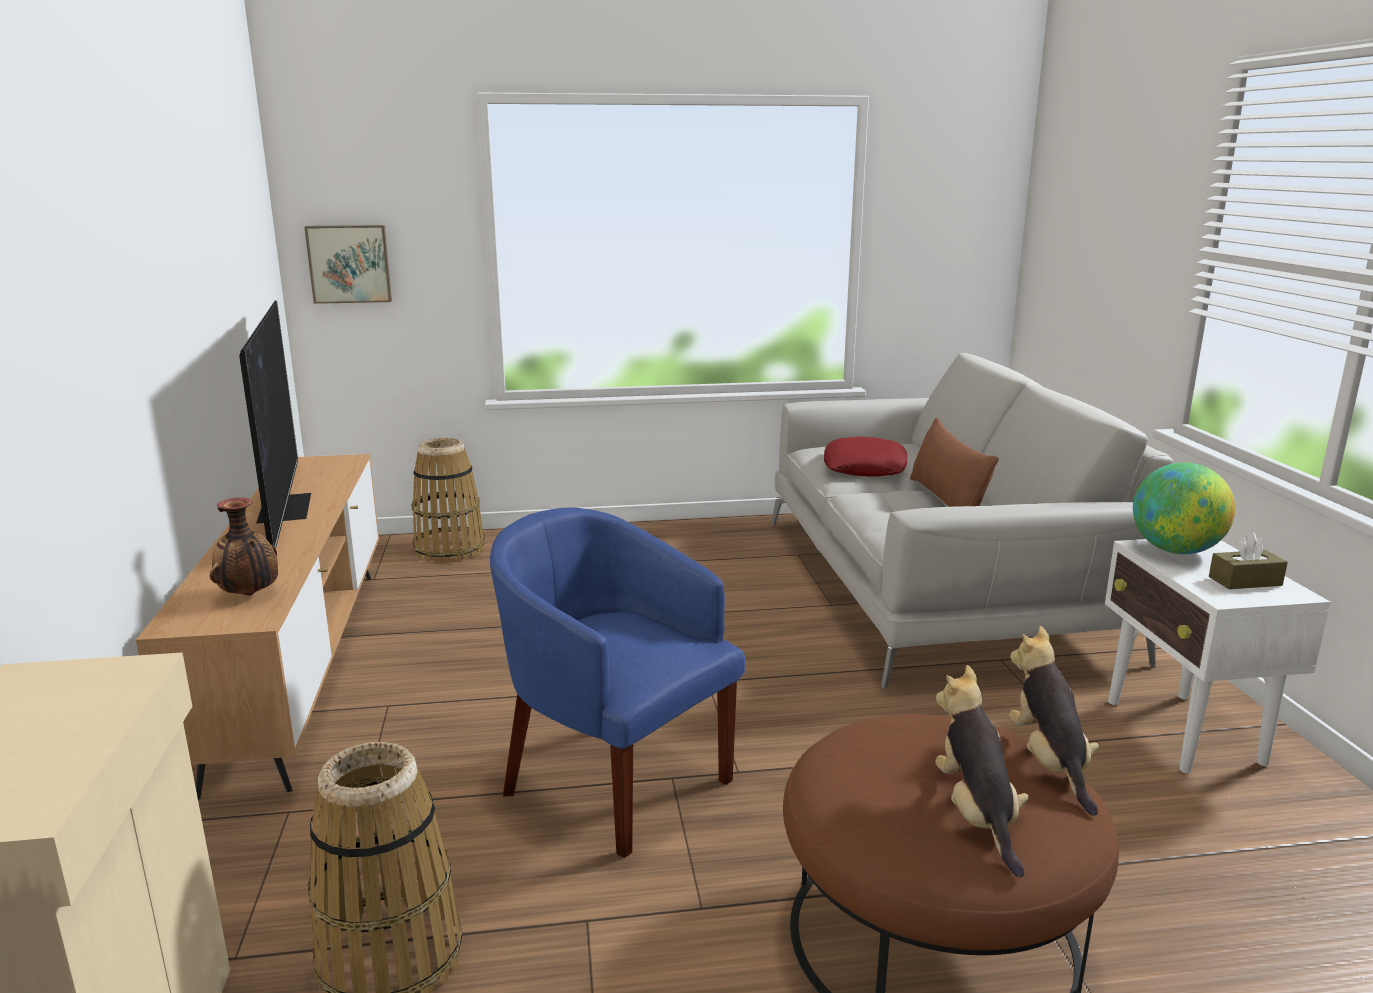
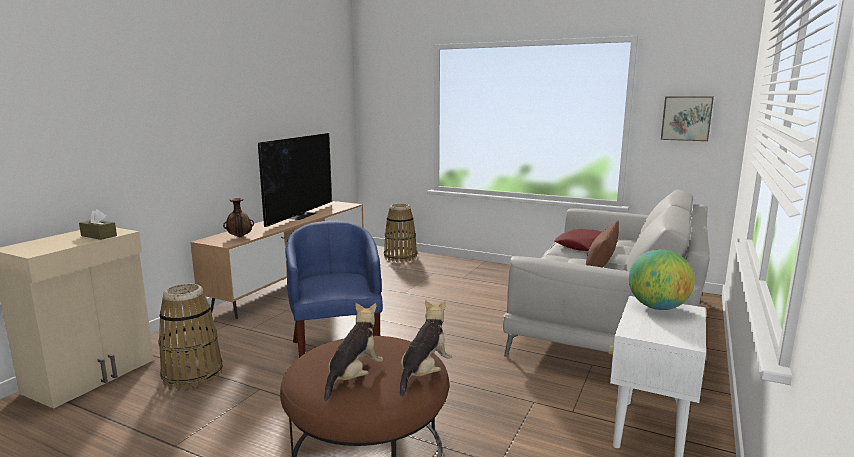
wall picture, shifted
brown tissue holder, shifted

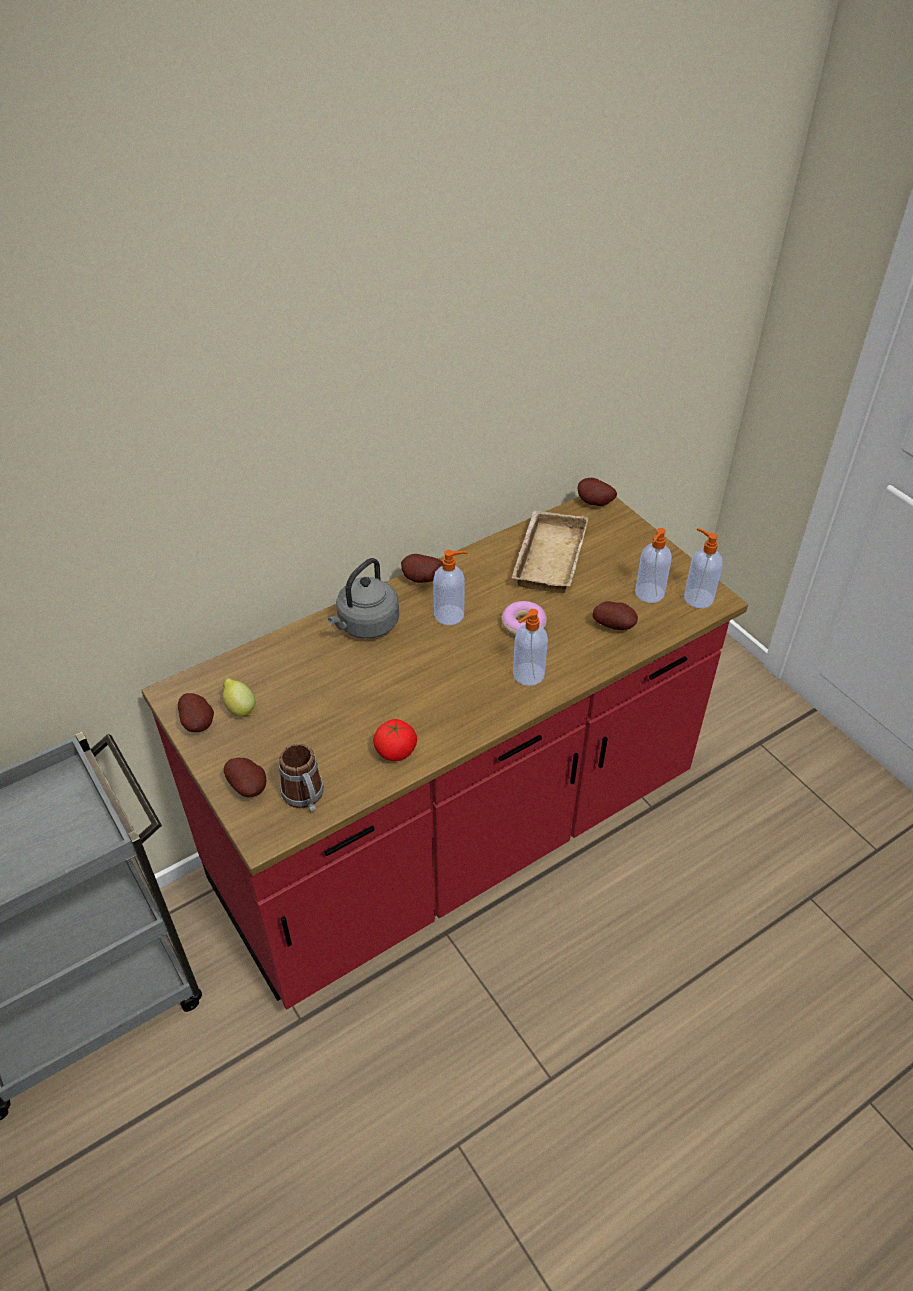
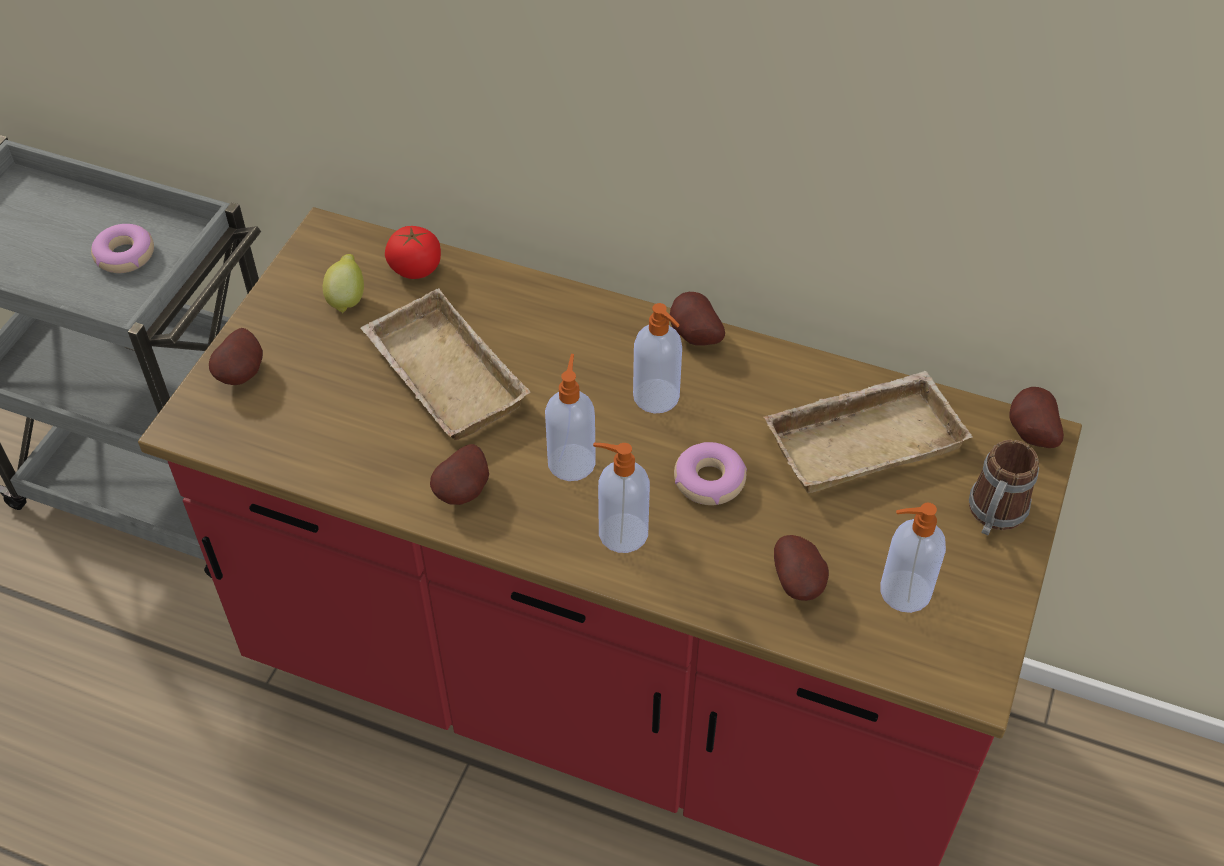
whole potato (no. 1 from left in the first image) -> whole potato (no. 2 from left), shifted
tea mug, shifted
gray tea kettle -> none
tomato, shifted
liquid soap bottle (no. 4 from left in the first image) -> liquid soap bottle (no. 1 from left), shifted
none -> donut (no. 1 from left)
none -> beige carrying tray (no. 1 from left)

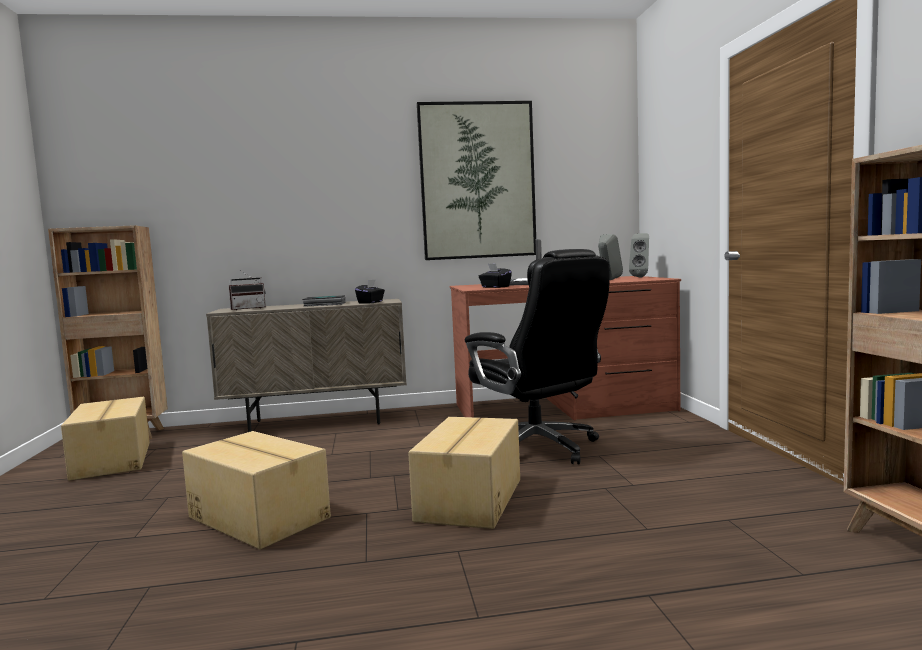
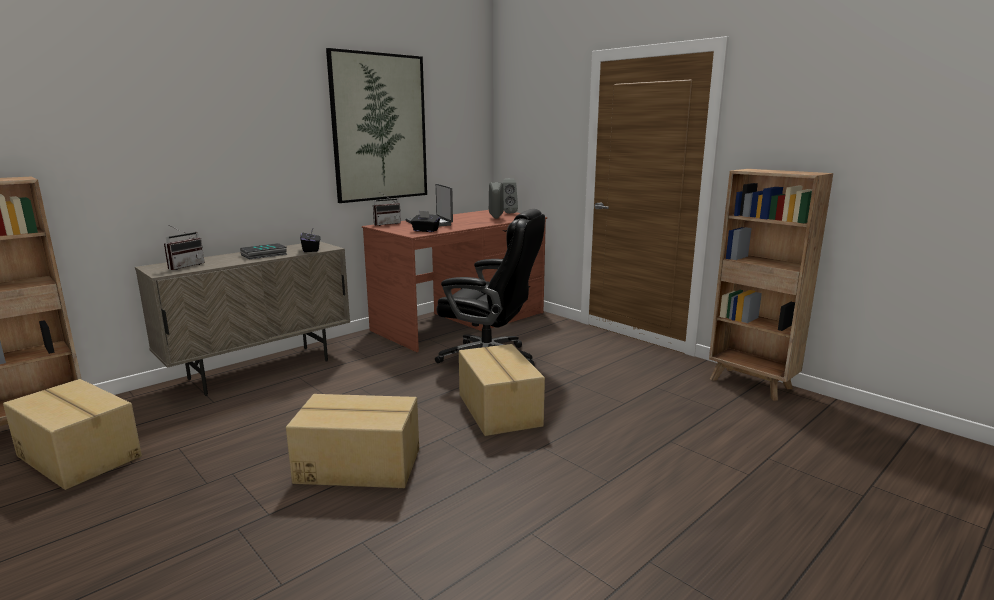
none -> radio (no. 2 from left)

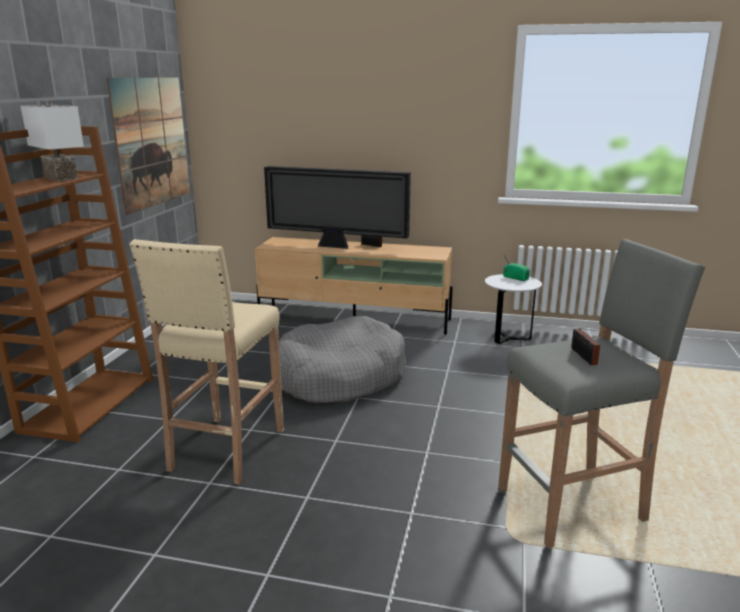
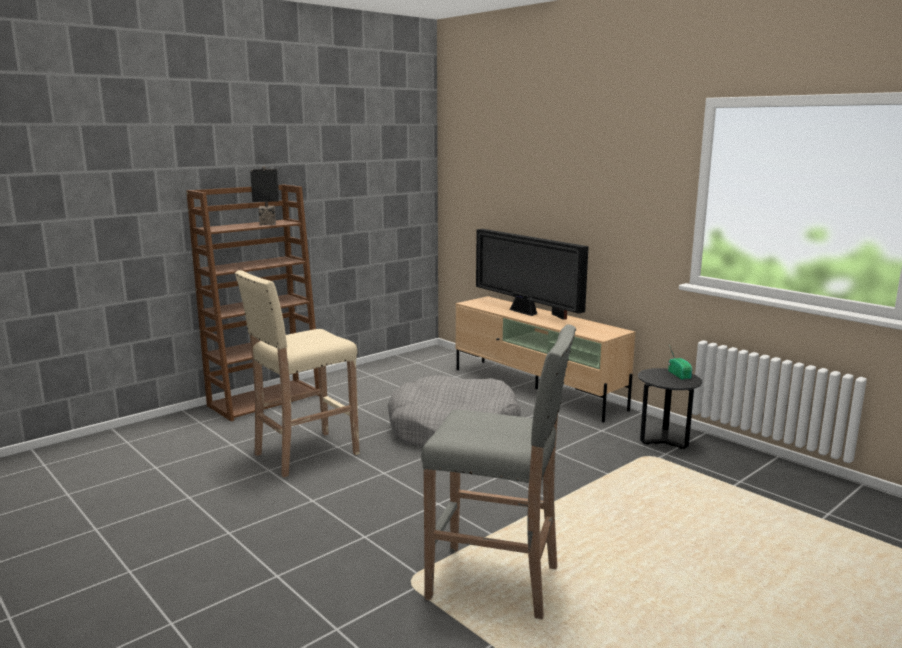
white tabletop lamp -> black tabletop lamp
wall picture -> none
white side table -> black side table
radio (no. 3 from left) -> none

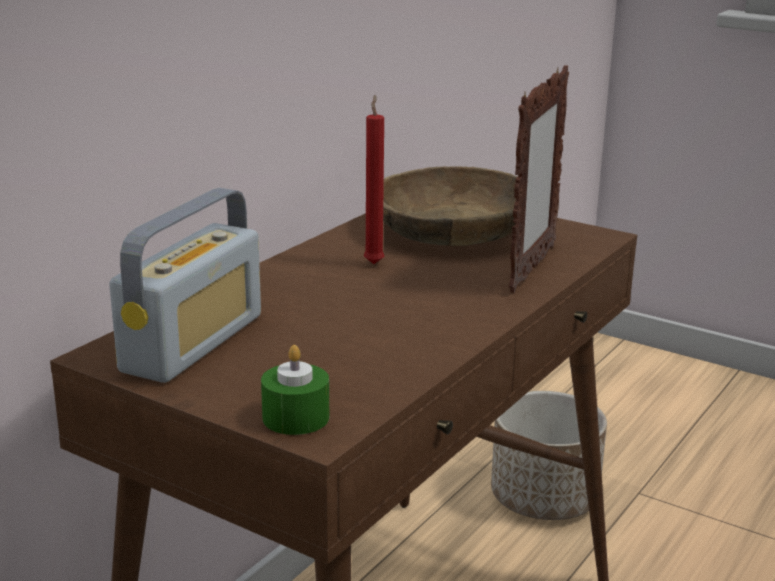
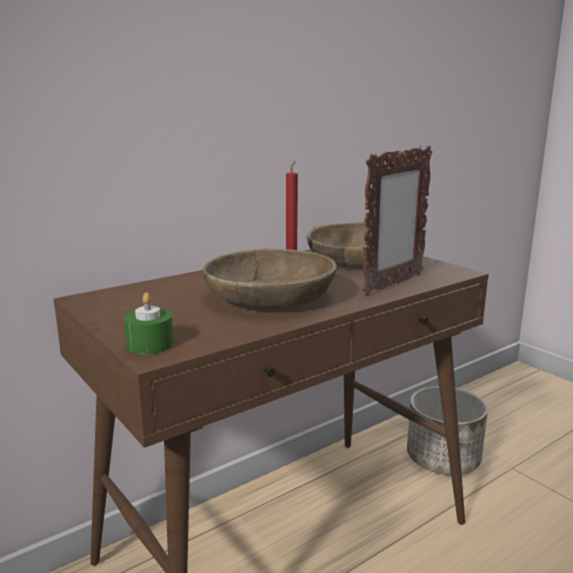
radio -> none
none -> brown bowl (no. 1 from left)

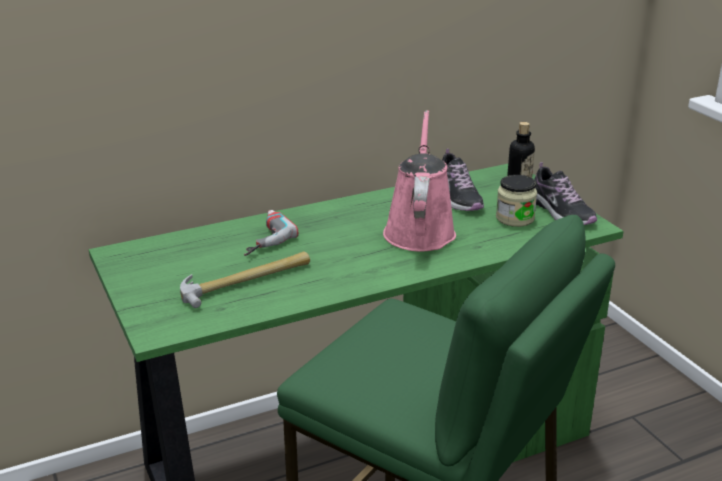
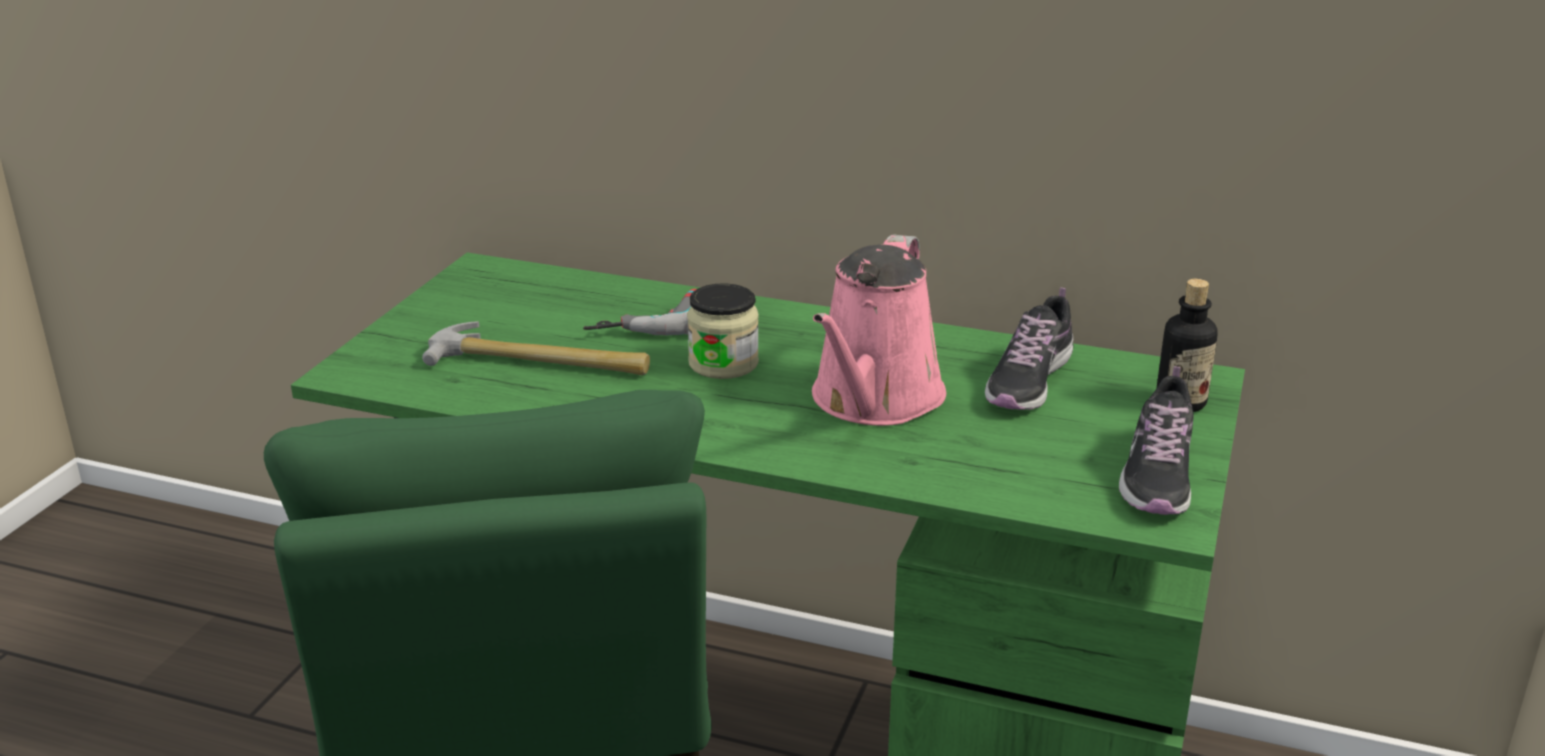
pink-coloured sprinkling can, 150 degrees clockwise
storage jar, shifted

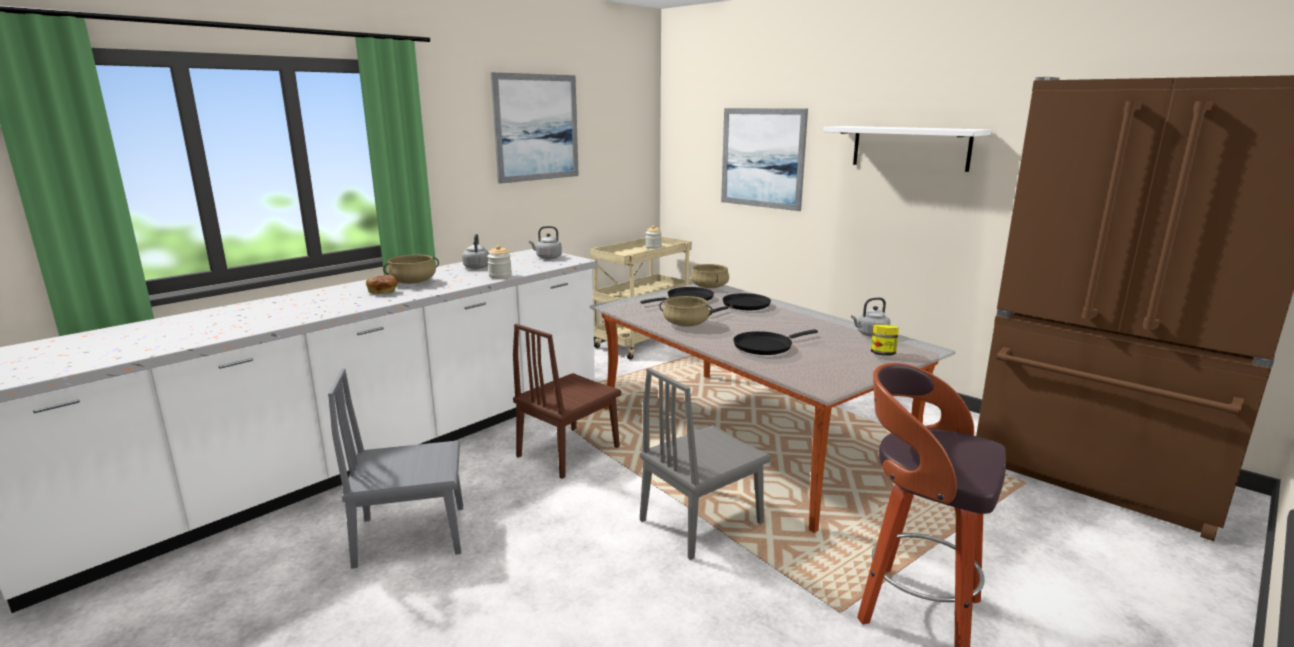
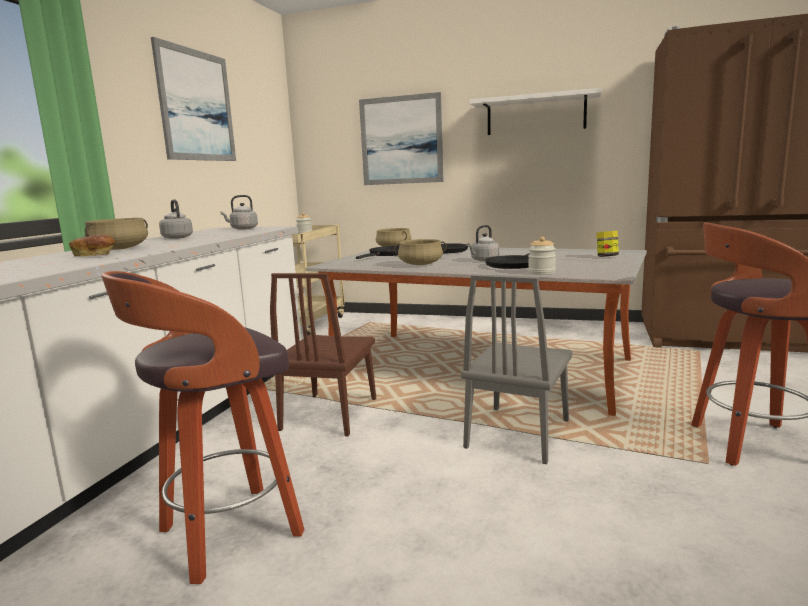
gray plain chair (no. 1 from left) -> stool (no. 1 from left)
storage jar (no. 1 from left in the first image) -> storage jar (no. 2 from left), shifted
gray tea kettle (no. 3 from left), shifted

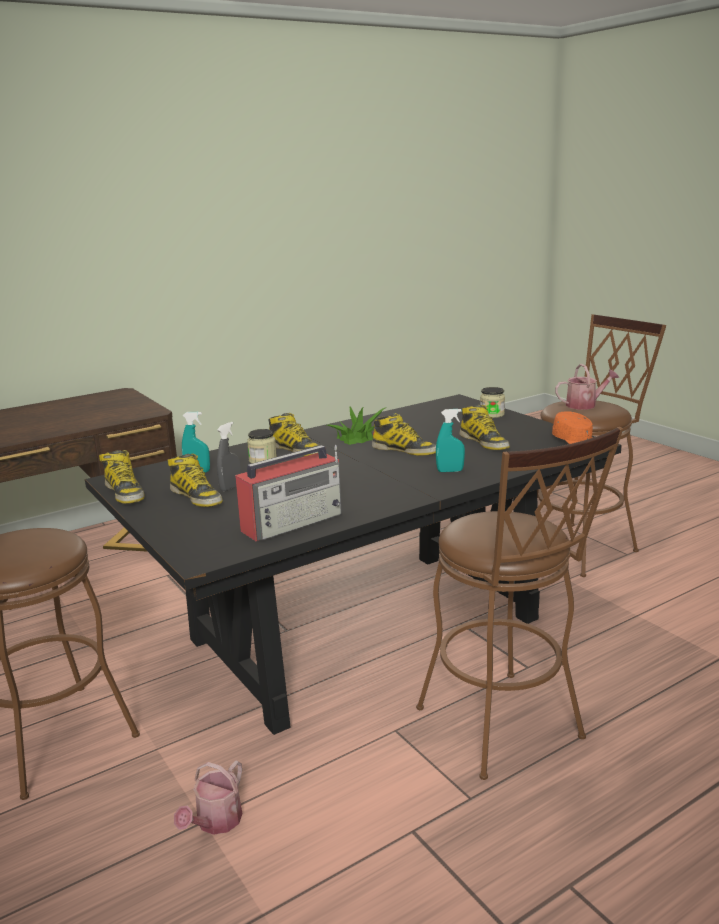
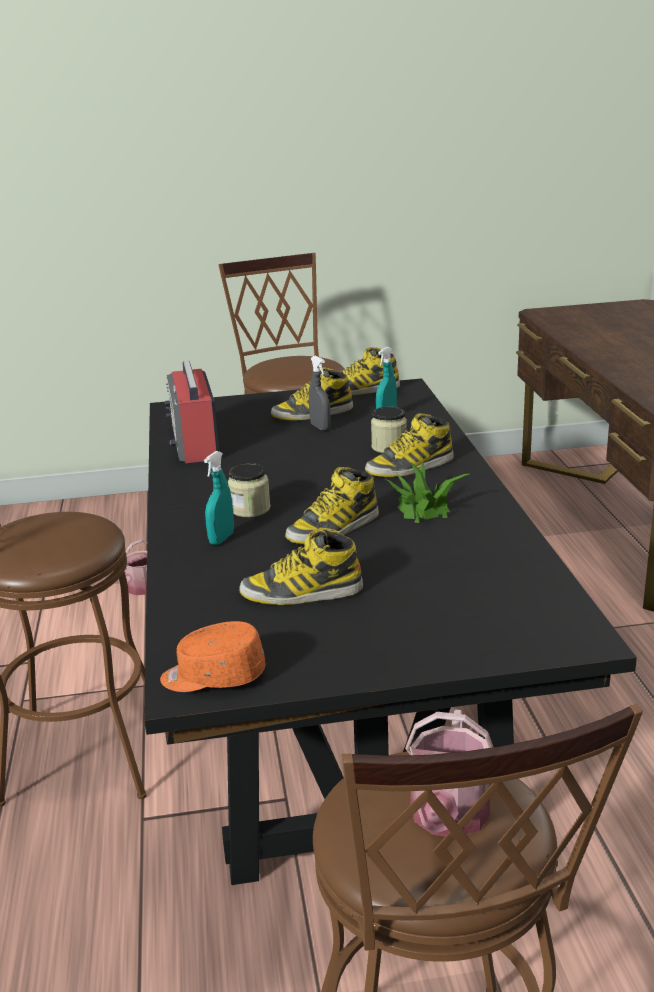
storage jar (no. 2 from left in the first image) -> storage jar (no. 1 from left), shifted

